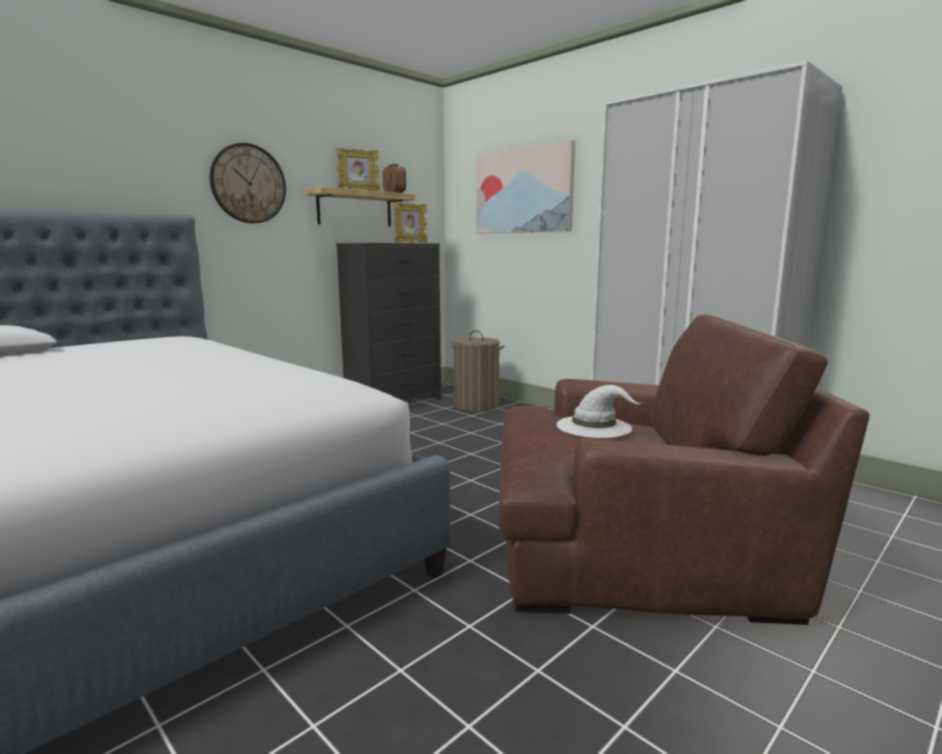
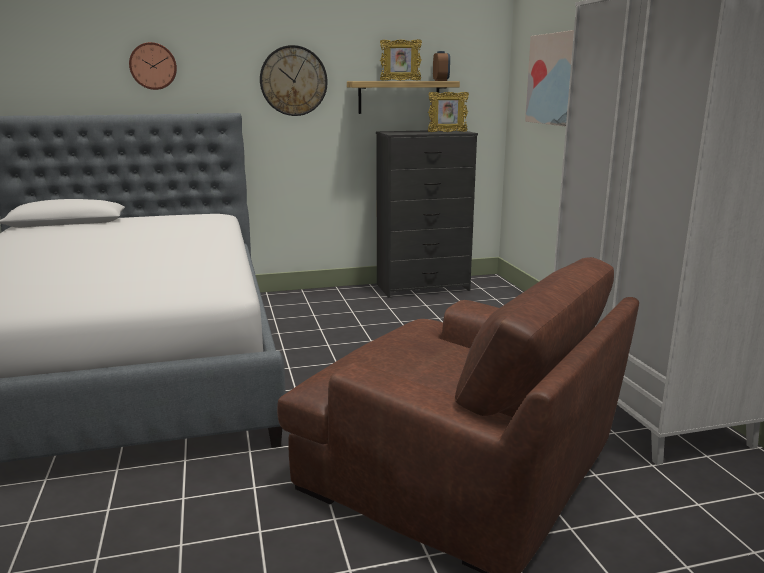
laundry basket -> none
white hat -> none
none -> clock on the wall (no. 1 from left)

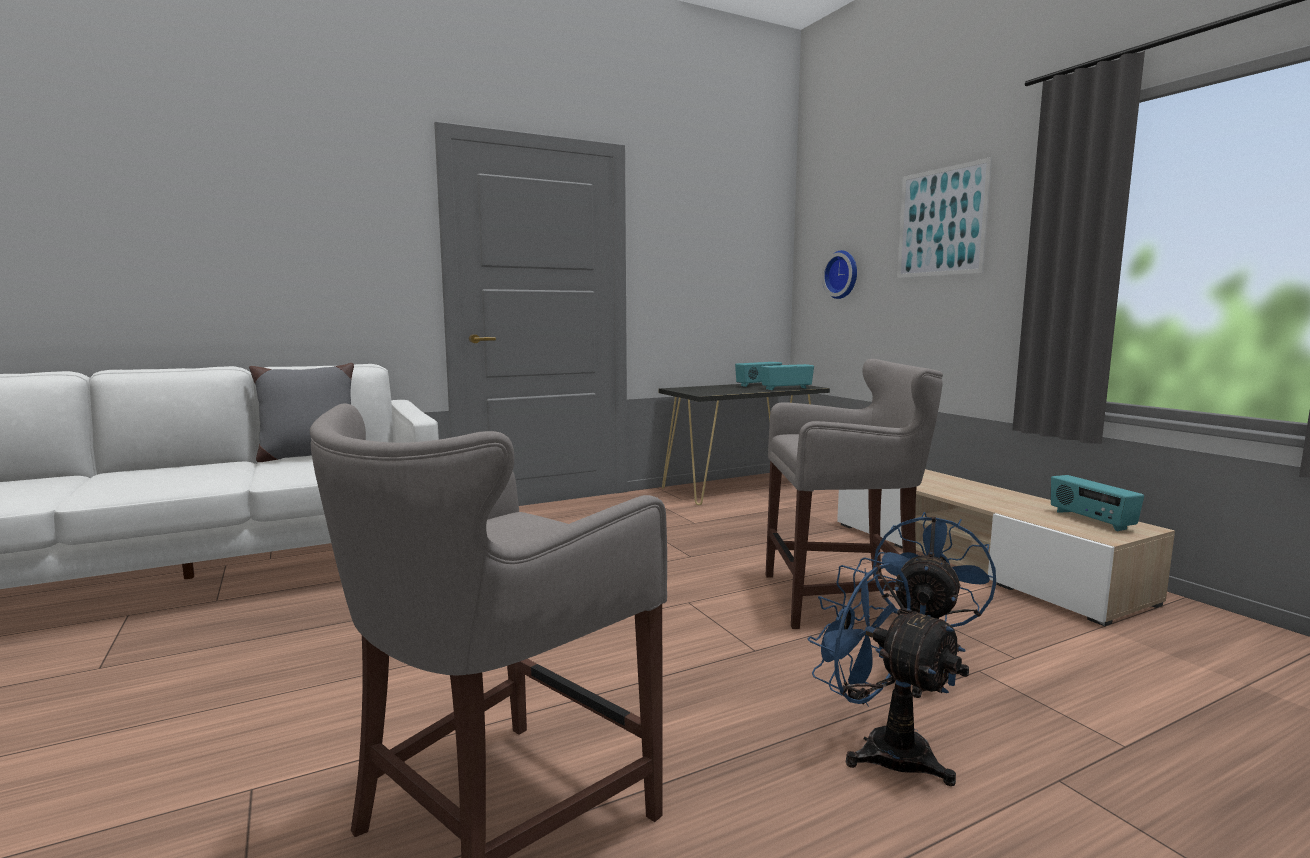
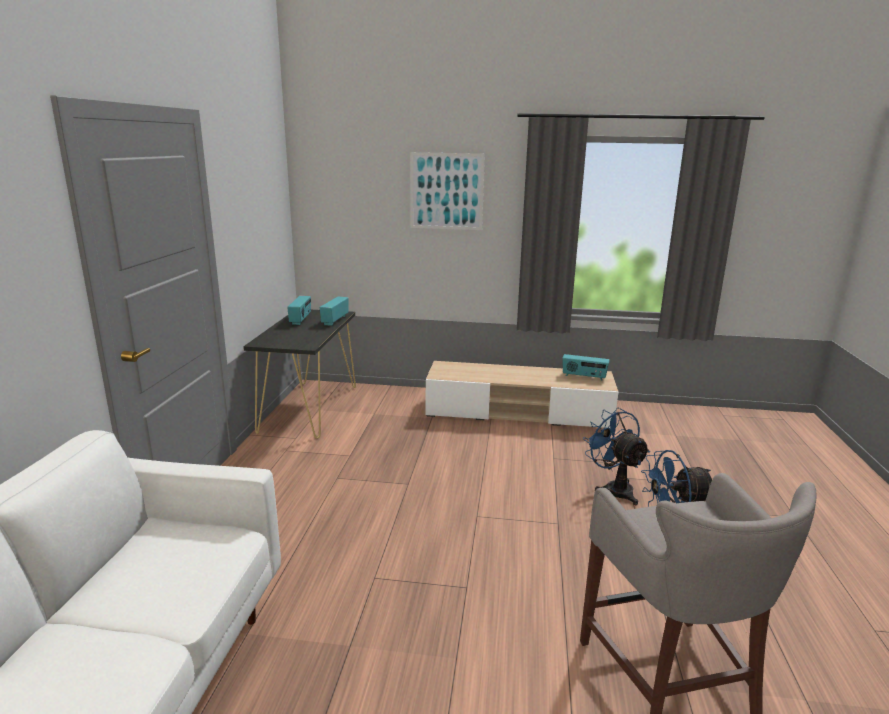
gray cushion -> none
gray stool (no. 2 from left) -> none
clock on the wall -> none

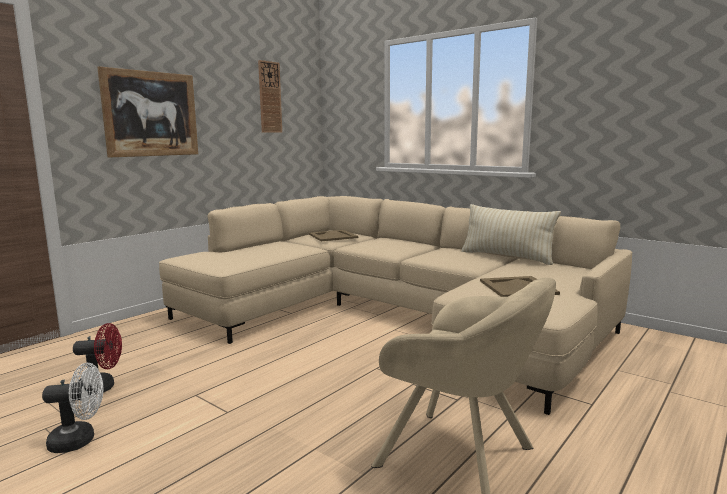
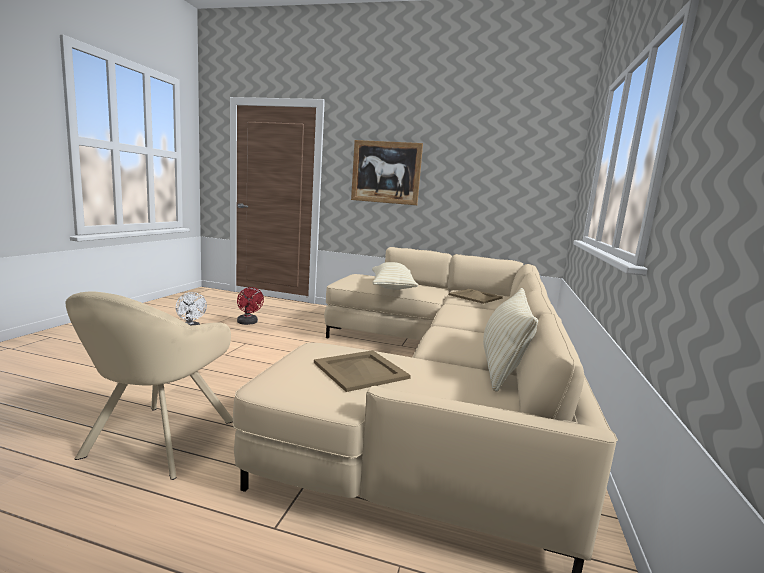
clock on the wall -> none
none -> beige cushion (no. 1 from left)

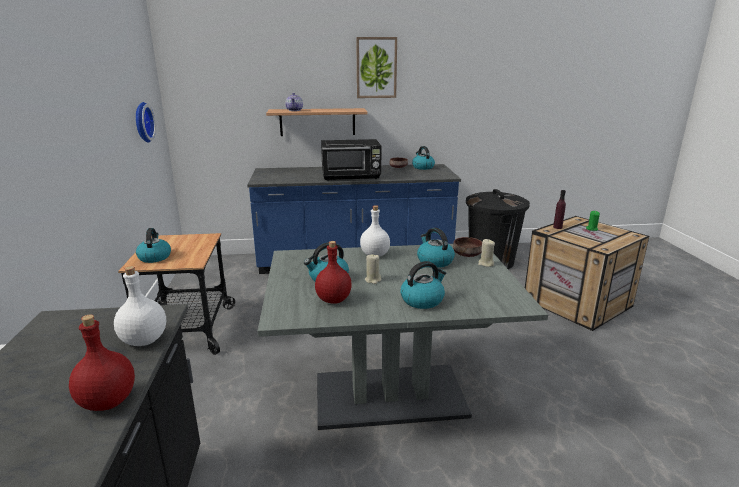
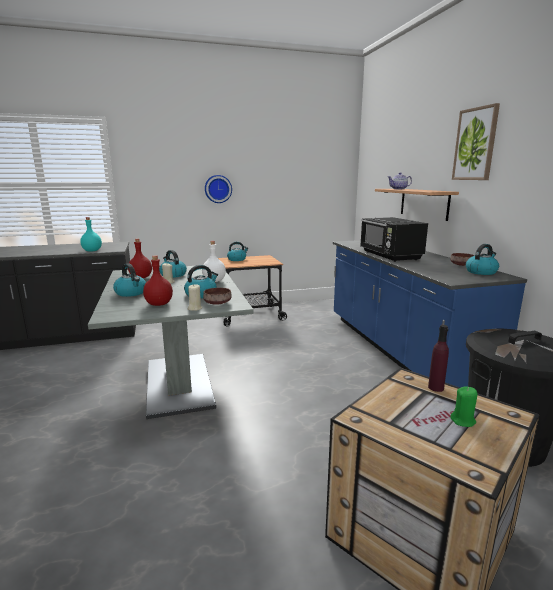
red-coloured beverage bottle (no. 1 from left in the first image) -> red-coloured beverage bottle (no. 2 from left), shifted
white beverage bottle (no. 1 from left) -> blue-green beverage bottle
clock on the wall, shifted

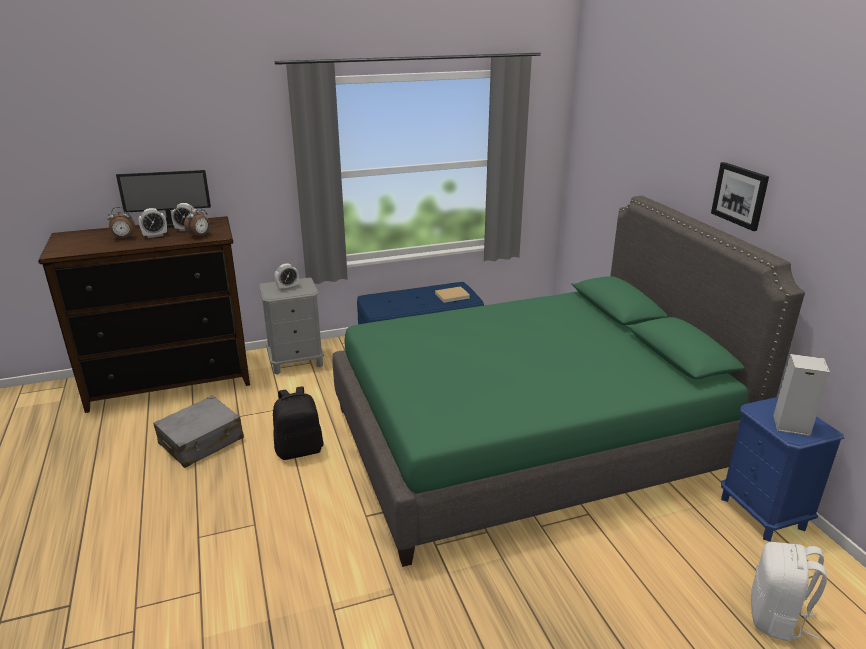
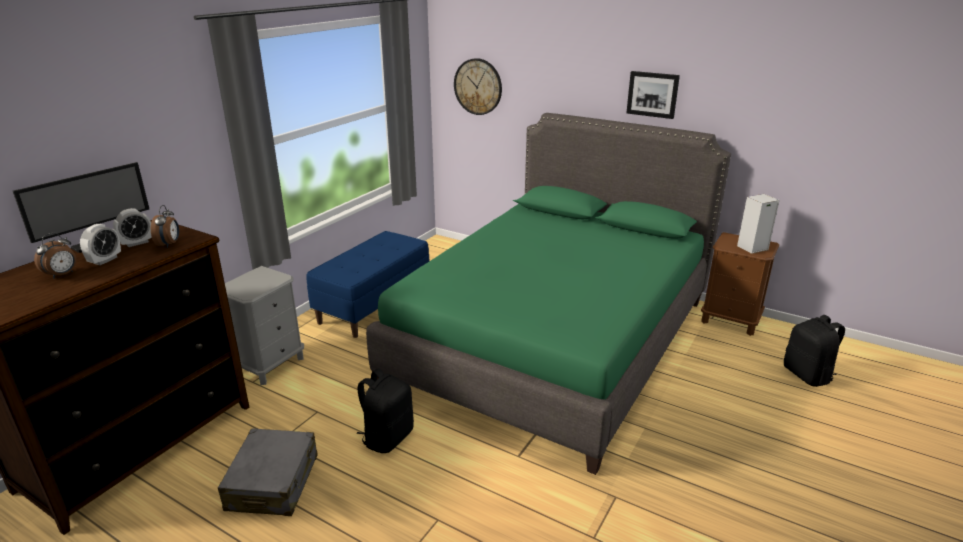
table clock (no. 5 from left) -> none
beige bound book -> none
blue night table -> brown night table
white backpack -> black backpack (no. 2 from left)
none -> clock on the wall

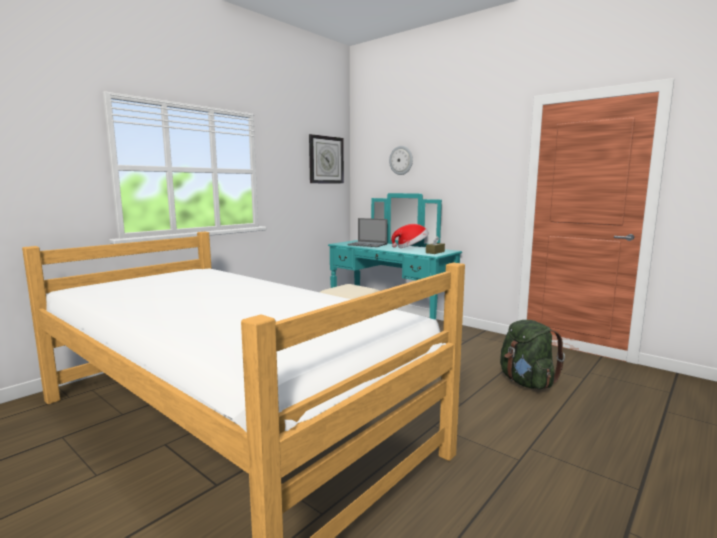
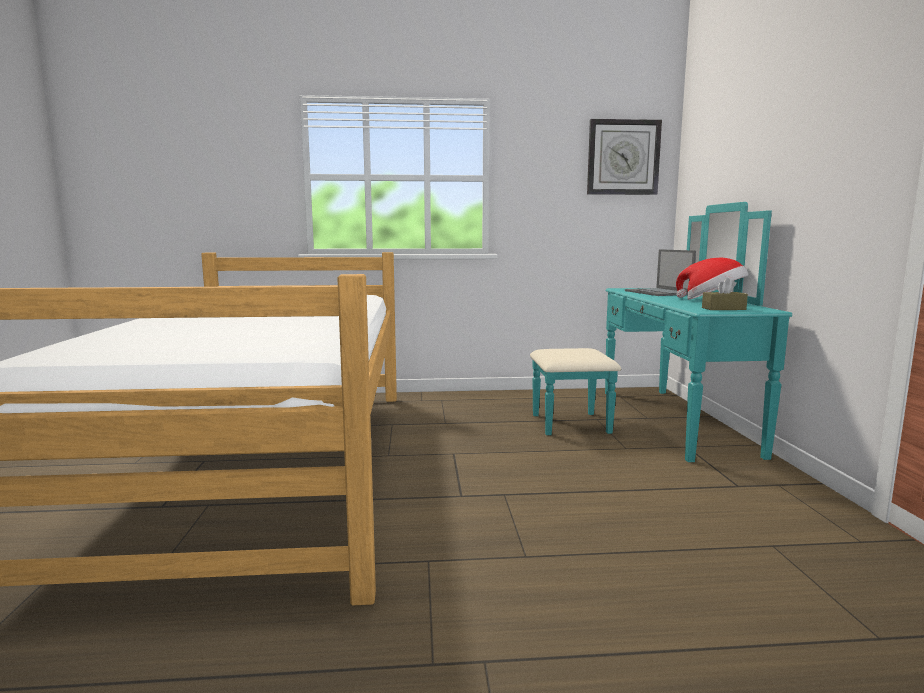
clock on the wall (no. 2 from left) -> none
green-coloured backpack -> none

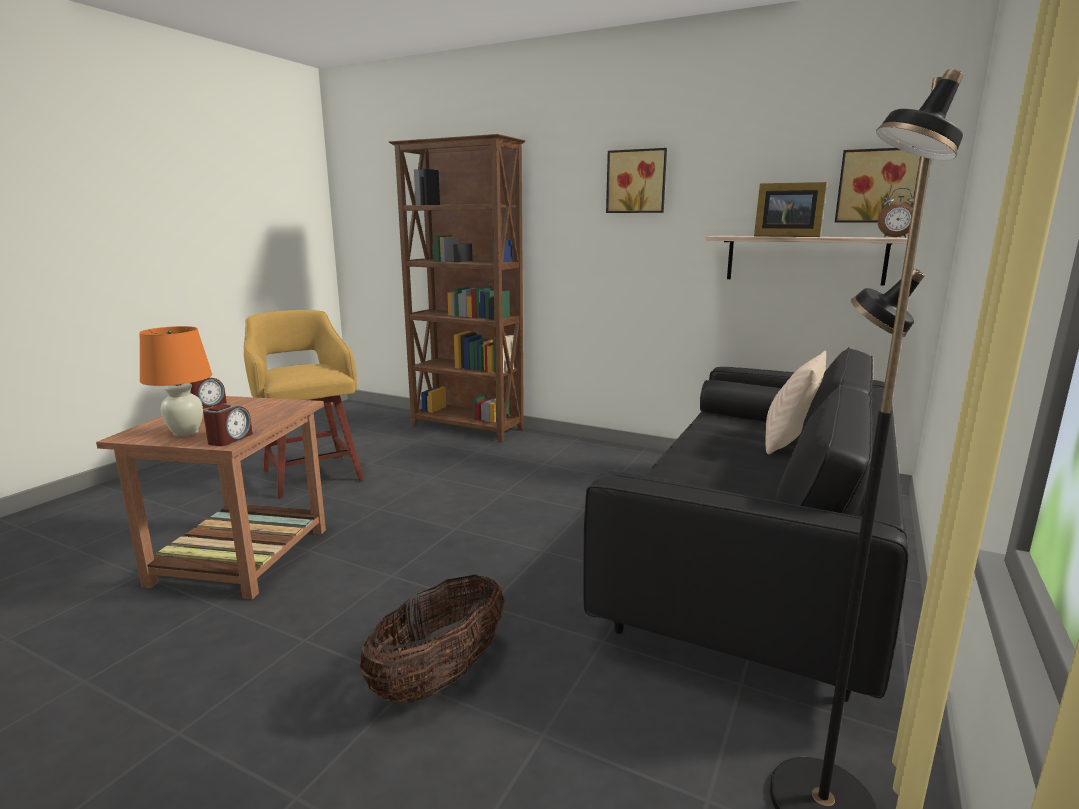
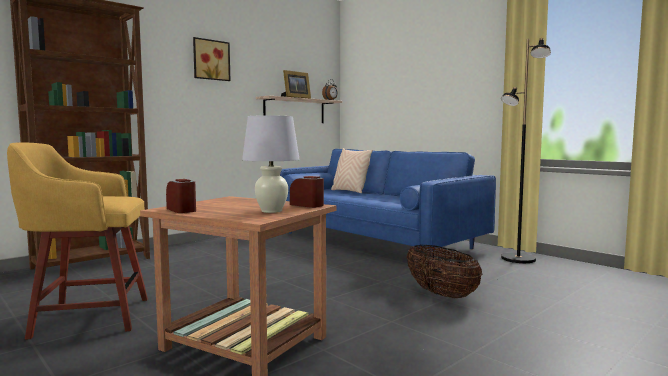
orange-coloured tabletop lamp -> white tabletop lamp
black couch -> blue couch
wall picture (no. 2 from left) -> none

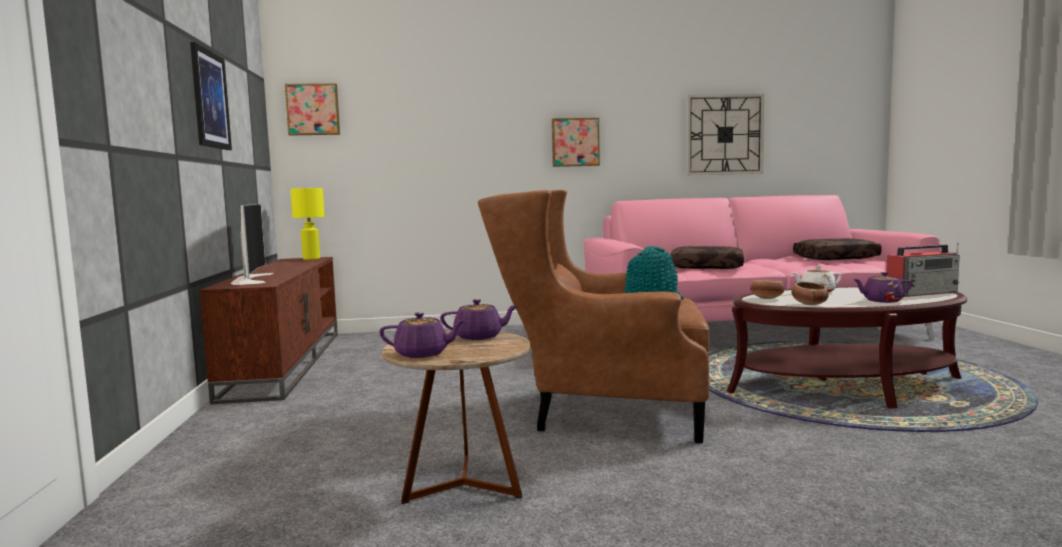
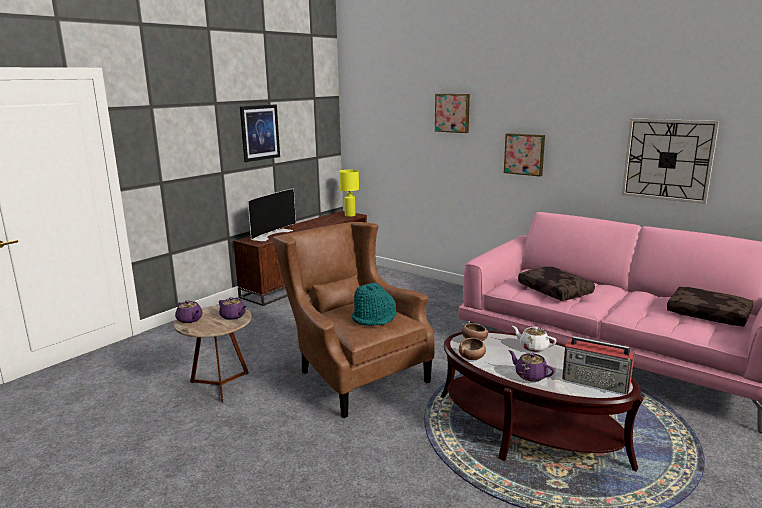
wall picture (no. 2 from left), shifted

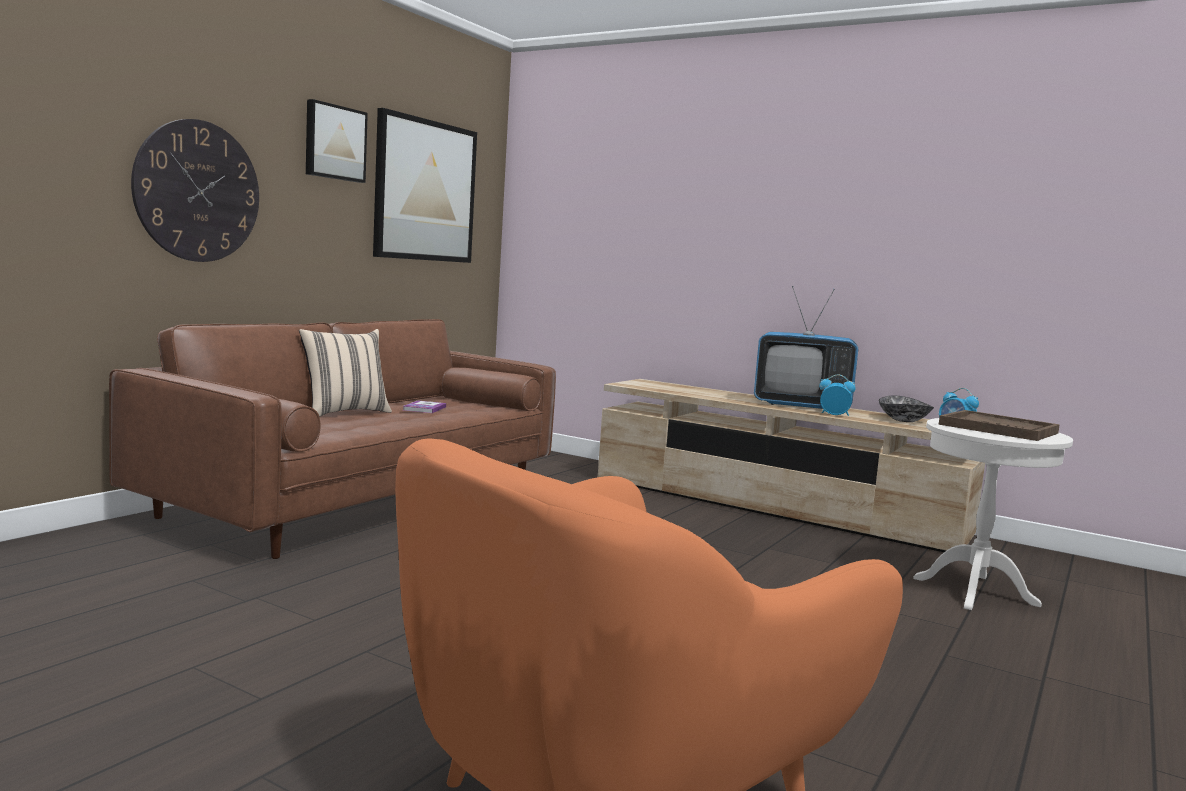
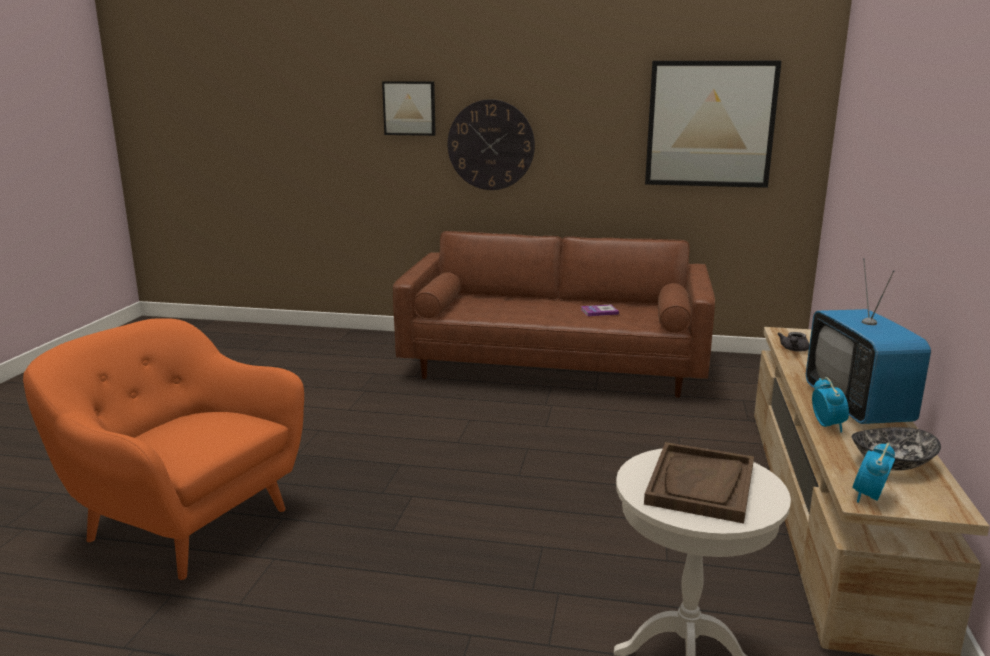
beige cushion -> none
wall picture (no. 1 from left), shifted
none -> gray teapot

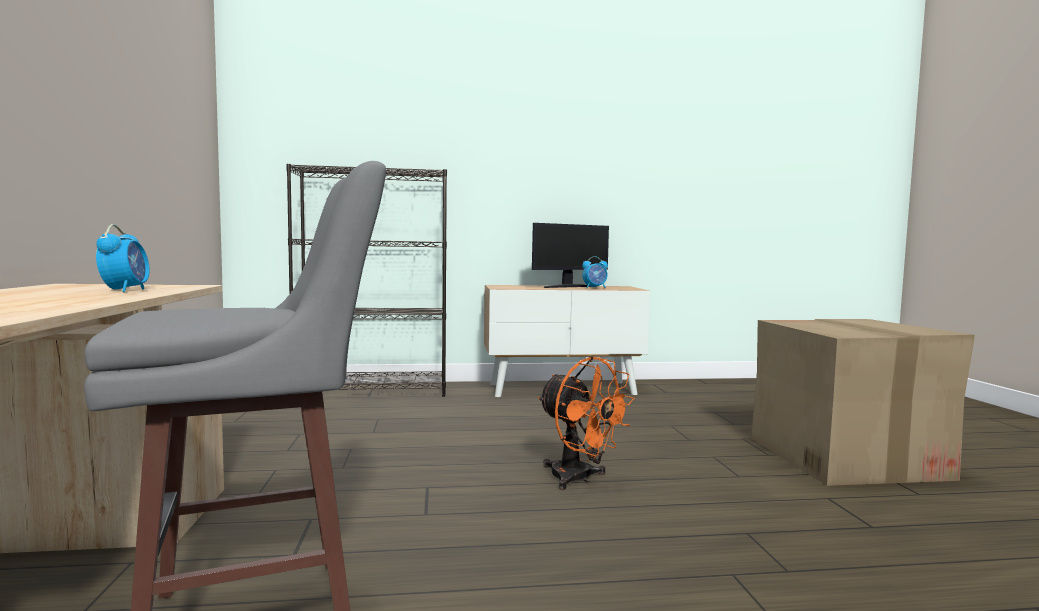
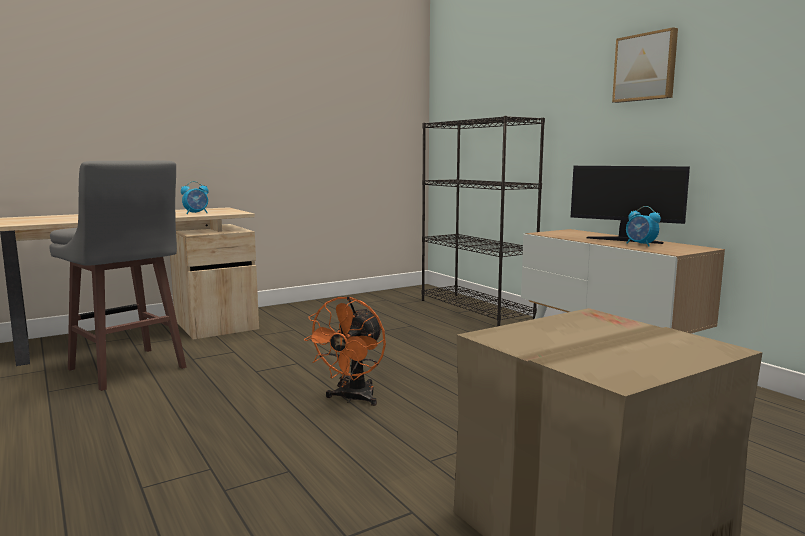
none -> wall picture

